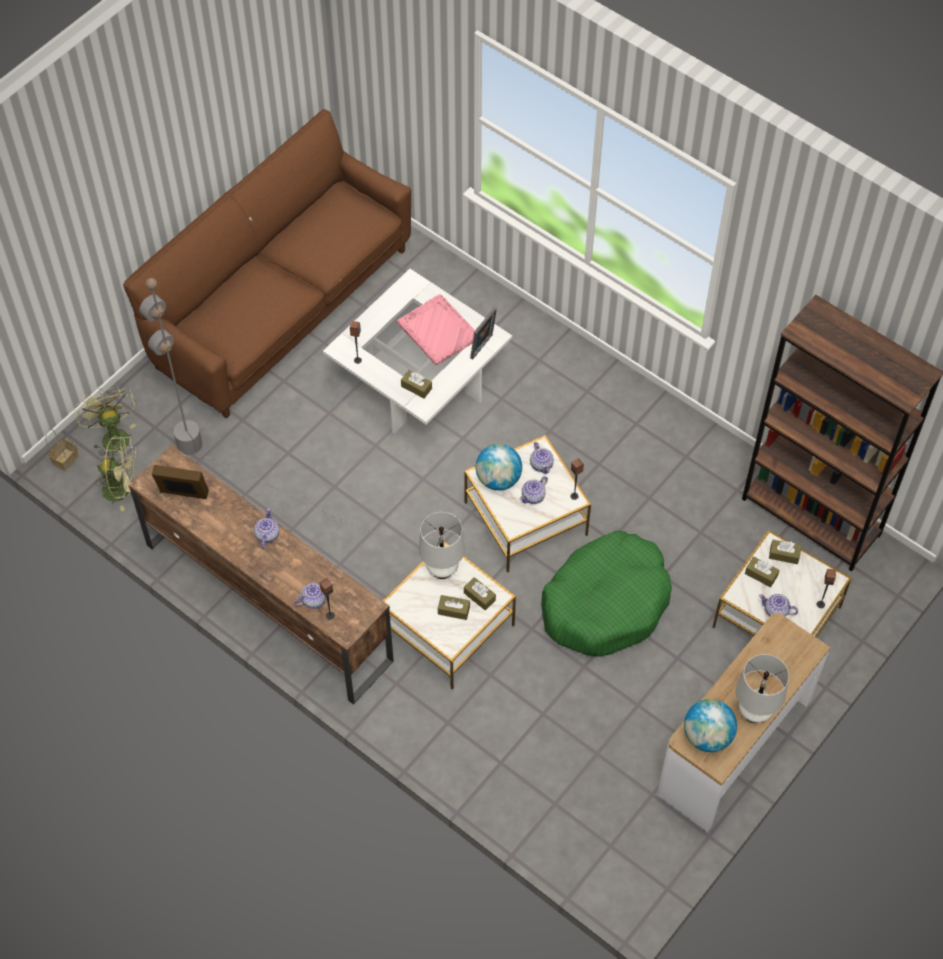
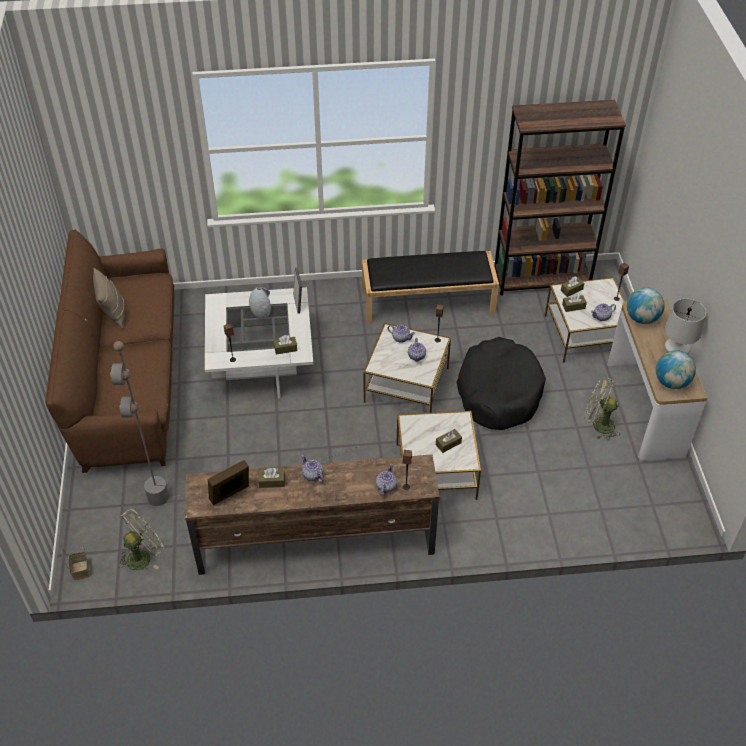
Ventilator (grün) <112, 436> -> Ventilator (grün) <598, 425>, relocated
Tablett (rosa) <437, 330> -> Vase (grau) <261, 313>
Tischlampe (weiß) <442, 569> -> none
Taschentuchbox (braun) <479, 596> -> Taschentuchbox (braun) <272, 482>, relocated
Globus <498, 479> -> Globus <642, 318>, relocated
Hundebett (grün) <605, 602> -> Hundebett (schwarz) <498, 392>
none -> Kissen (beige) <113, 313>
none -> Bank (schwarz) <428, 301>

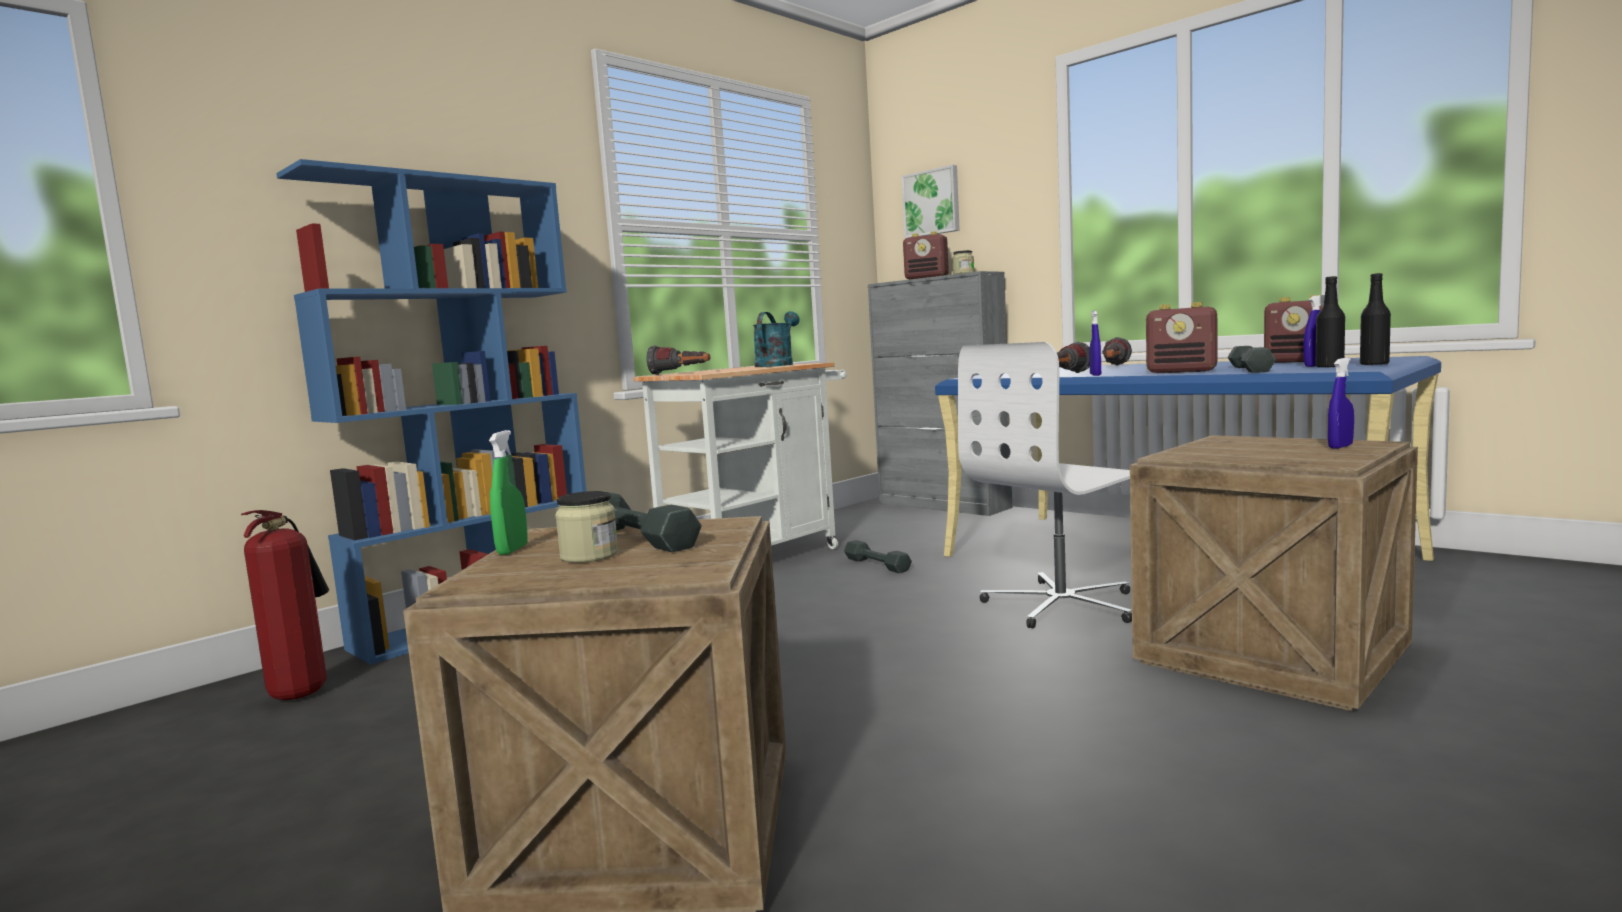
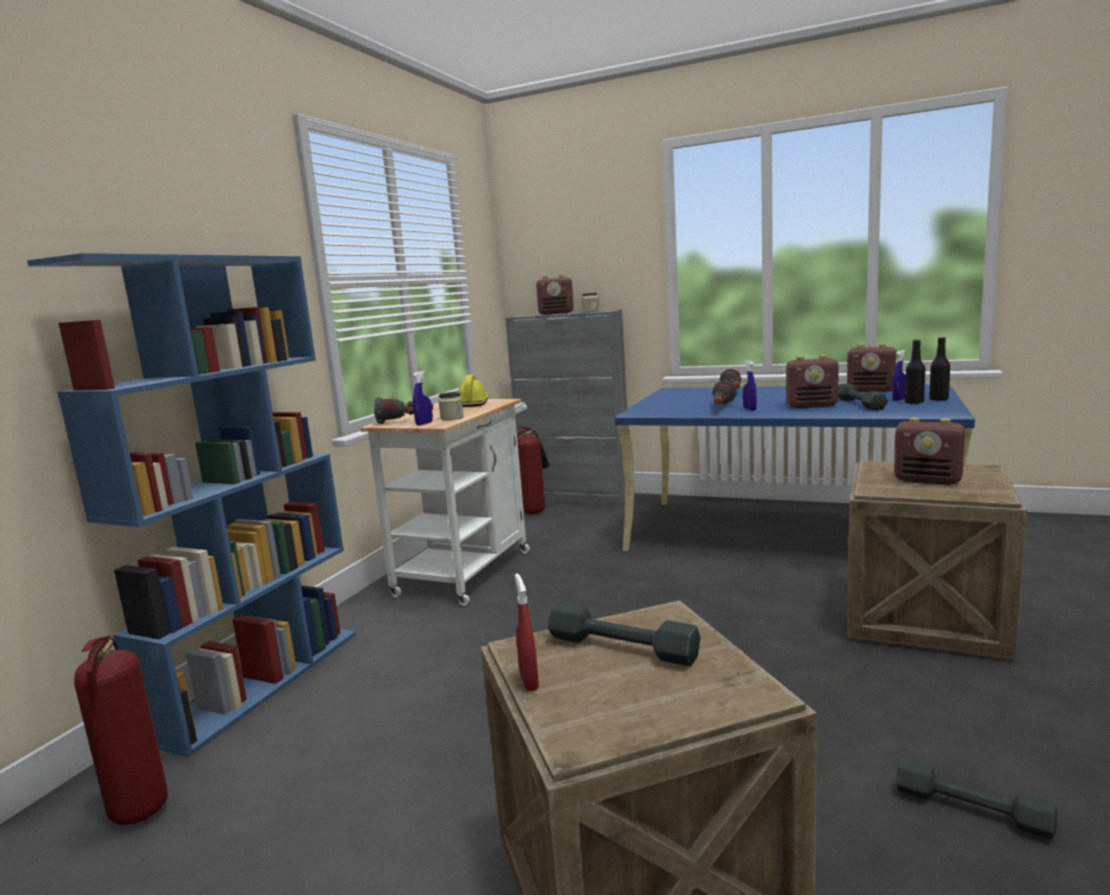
Sprühflasche (grün) <512, 550> -> Sprühflasche (rot) <529, 681>
Vorratsglas <589, 555> -> Vorratsglas <452, 418>, relocated
Gießkanne (türkis) <777, 365> -> Schutzhelm (gelb) <473, 403>
Hantel (grau) <877, 565> -> Hantel (grau) <971, 808>, relocated
Bild <932, 203> -> none
Bürostuhl (weiß) <1062, 605> -> none
Sprühflasche (blau) <1340, 446> -> Sprühflasche (blau) <424, 423>, relocated
none -> Feuerlöscher <535, 511>
none -> Radio <928, 480>

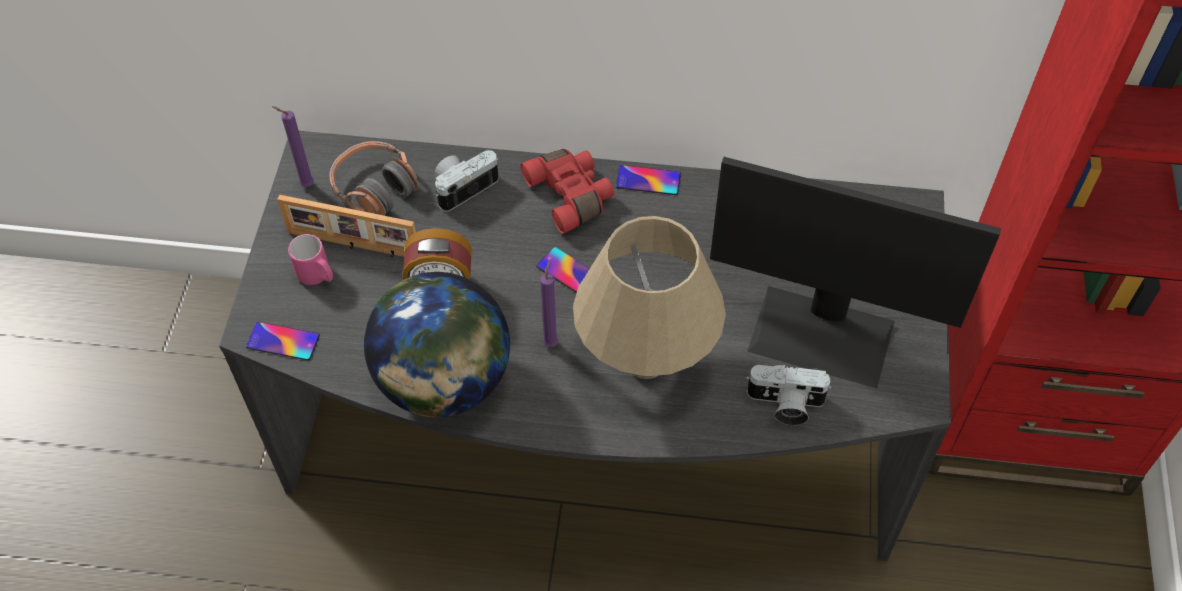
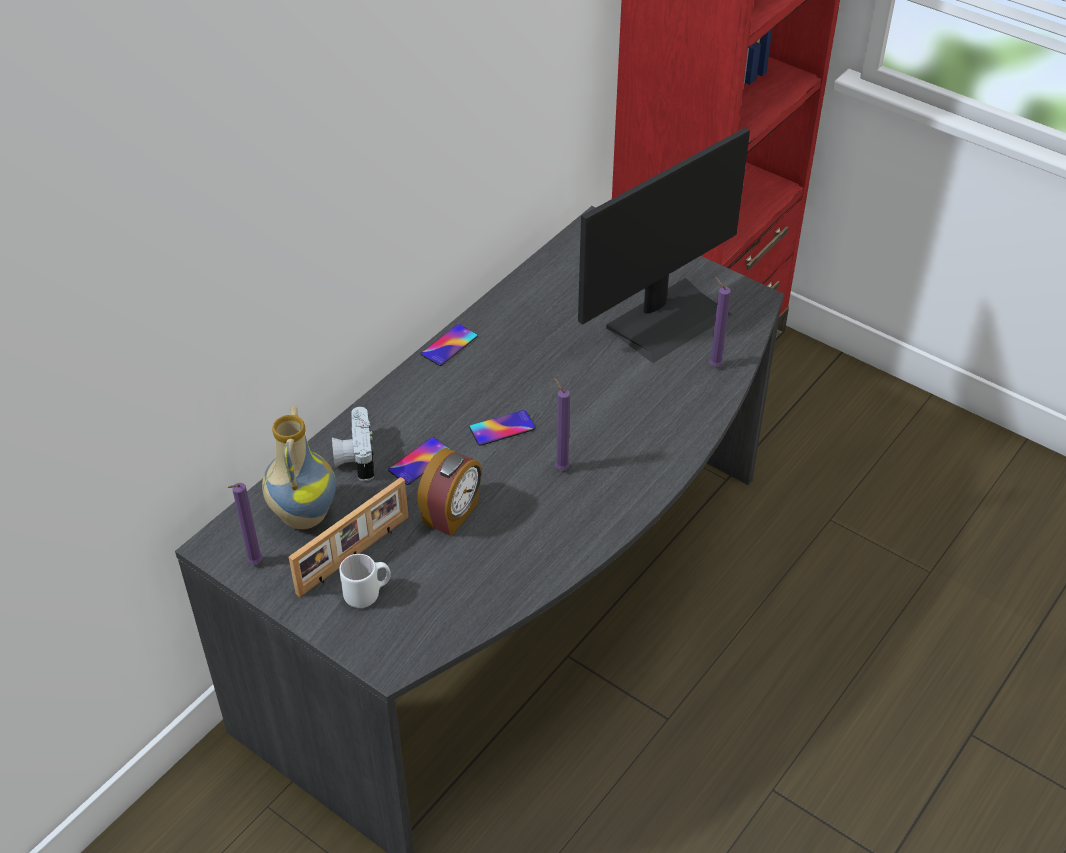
Handy <283, 341> -> Handy <420, 461>, relocated
Henkelbecher (rosa) <317, 276> -> Henkelbecher (weiß) <368, 593>
Kopfhörer <375, 187> -> Vase <302, 515>
Globus <444, 382> -> none
Fernglas (rot) <571, 195> -> none
Tischlampe (beige) <646, 360> -> none
Kamera <785, 405> -> Kerze (lila) <713, 365>

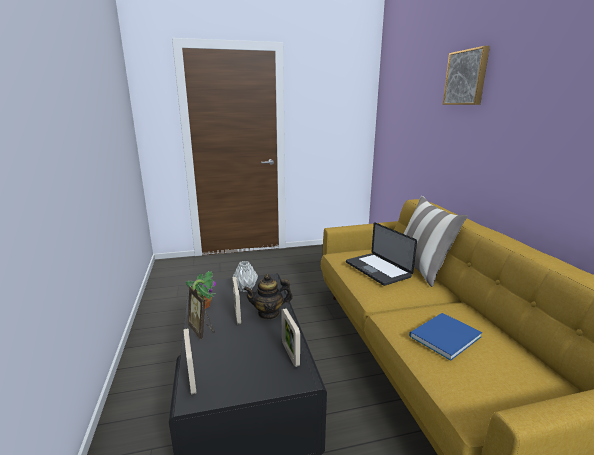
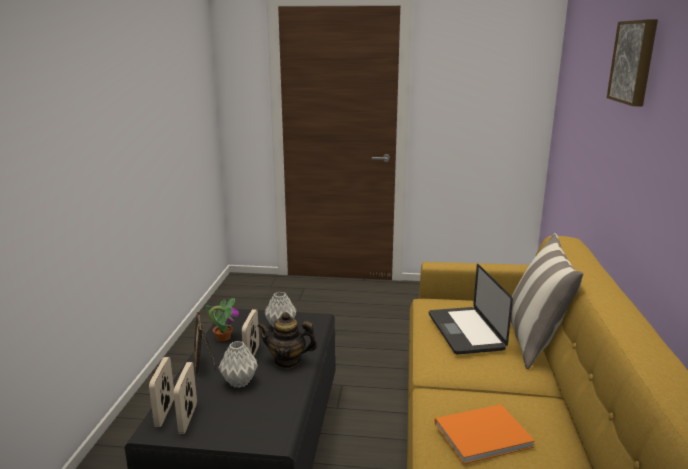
Bilderrahmen <290, 354> -> Bilderrahmen <188, 418>, relocated
Buch (blau) <442, 336> -> Buch (orange) <479, 434>
none -> Vase (grau) <240, 382>

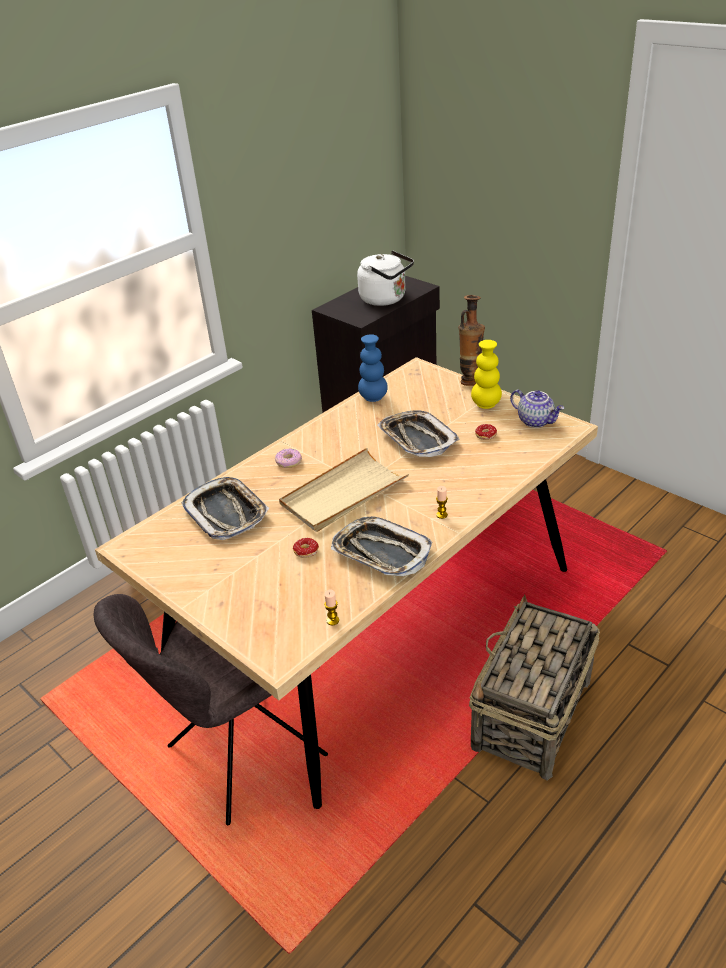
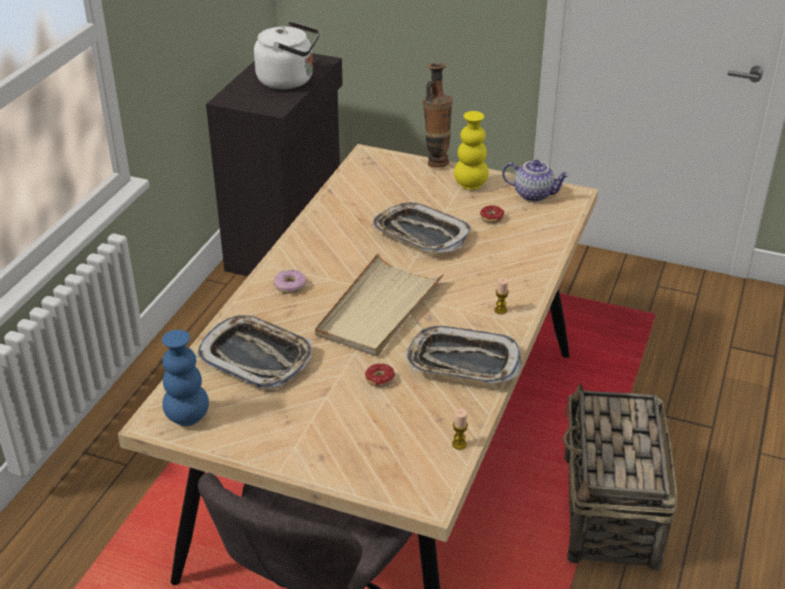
Vase (blau) <373, 398> -> Vase (blau) <187, 417>, relocated

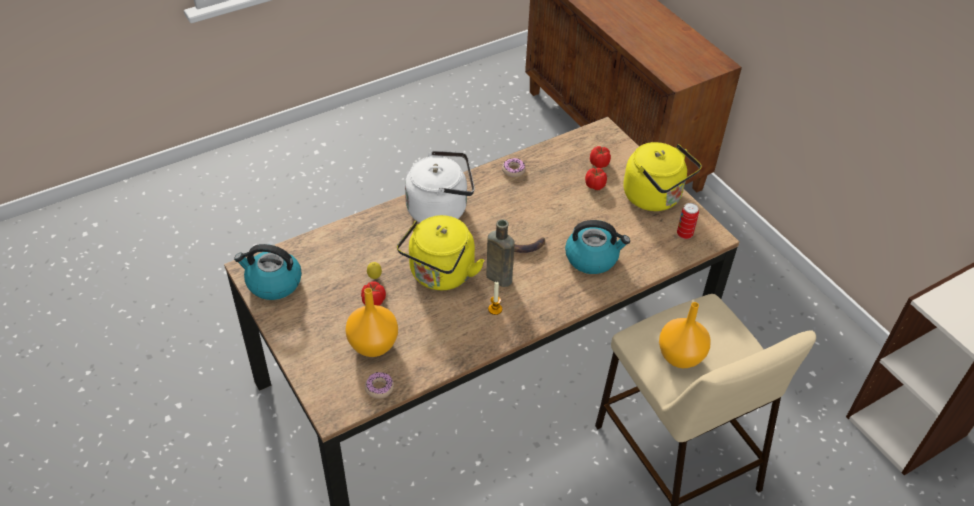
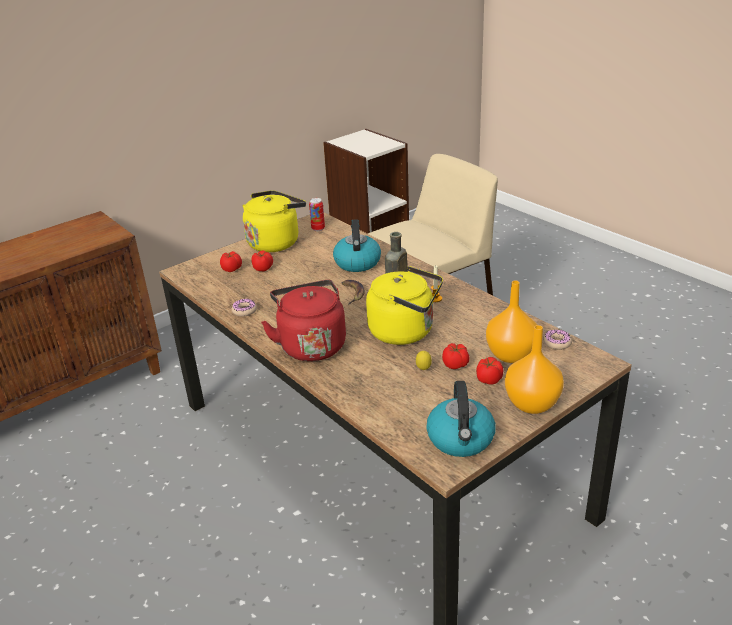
Wasserkessel (weiß) <441, 209> -> Wasserkessel (rot) <311, 345>
Vase (orange) <681, 356> -> Vase (orange) <531, 403>, relocated
none -> Tomate <488, 380>

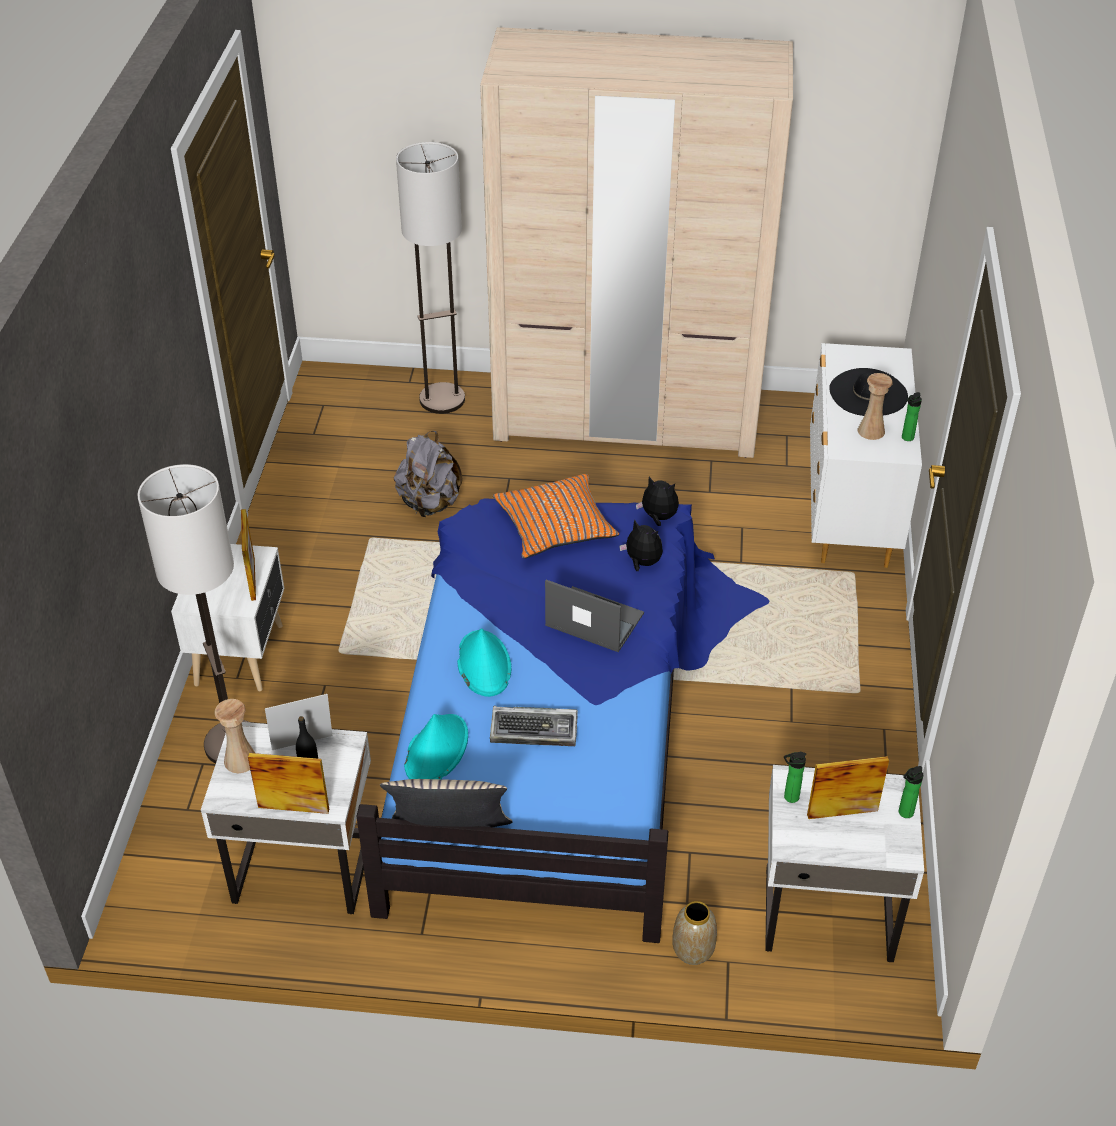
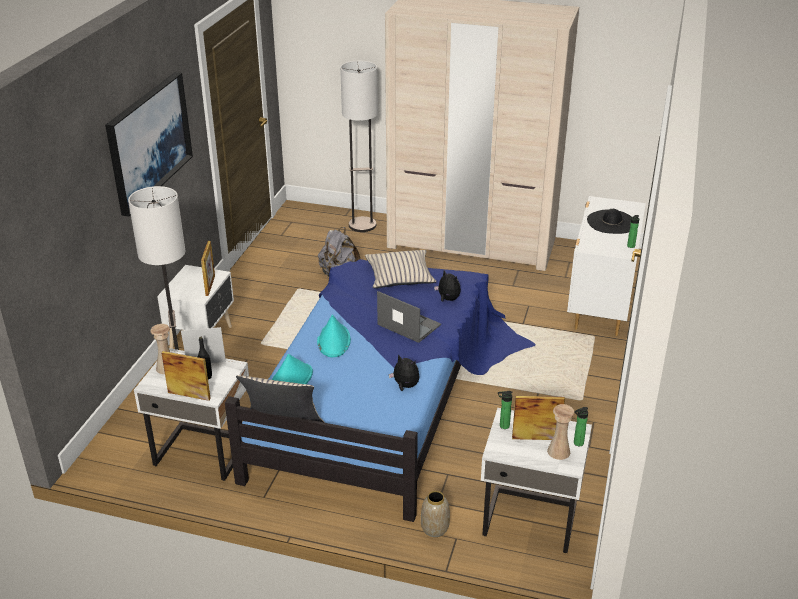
Tastatur <535, 730> -> none
Kissen (orange) <555, 526> -> Kissen (beige) <400, 276>
Plüschtier <658, 518> -> Plüschtier <405, 386>, relocated
Vase (beige) <871, 431> -> Vase (beige) <558, 451>, relocated
none -> Bild <148, 141>

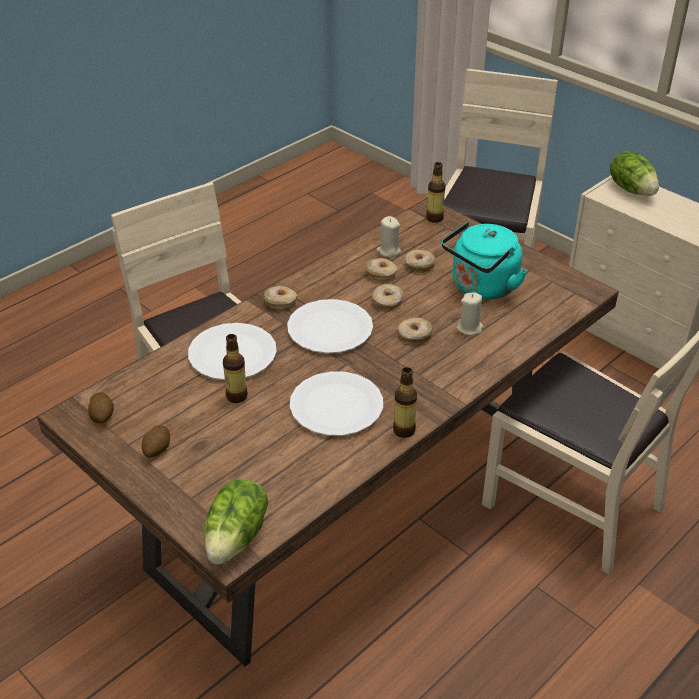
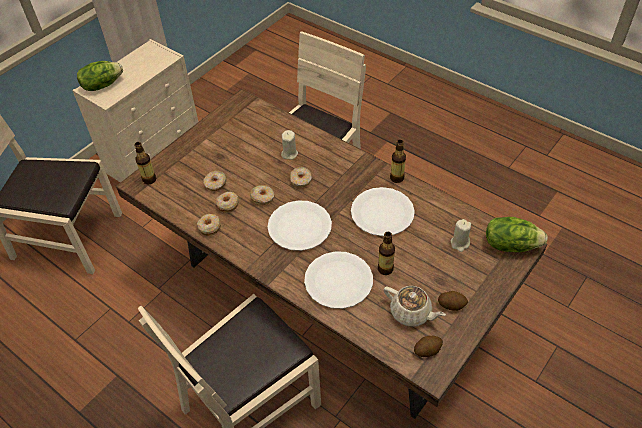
Donut <280, 302> -> Donut <209, 227>, relocated
Kerze (beige) <388, 251> -> Kerze (beige) <460, 243>, relocated
Wasserkessel (türkis) <482, 288> -> none
none -> Teekanne (beige) <411, 313>

